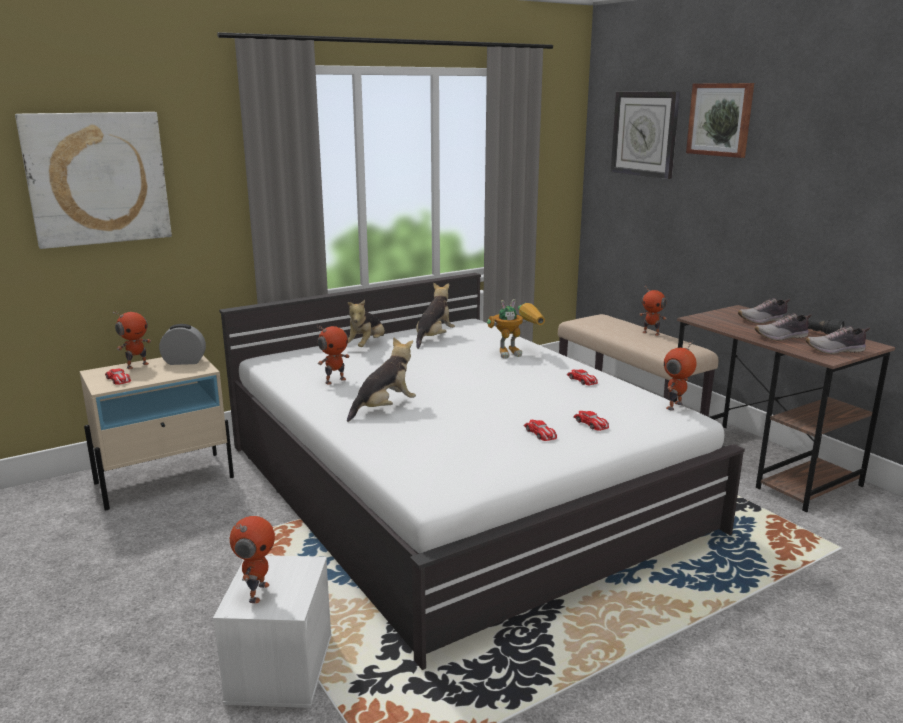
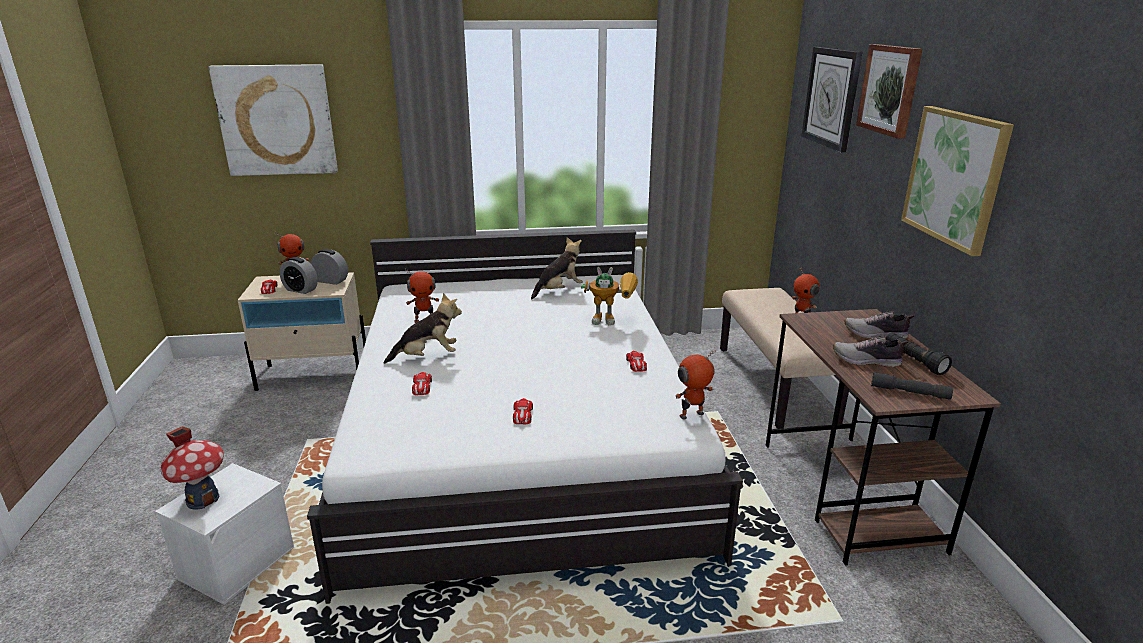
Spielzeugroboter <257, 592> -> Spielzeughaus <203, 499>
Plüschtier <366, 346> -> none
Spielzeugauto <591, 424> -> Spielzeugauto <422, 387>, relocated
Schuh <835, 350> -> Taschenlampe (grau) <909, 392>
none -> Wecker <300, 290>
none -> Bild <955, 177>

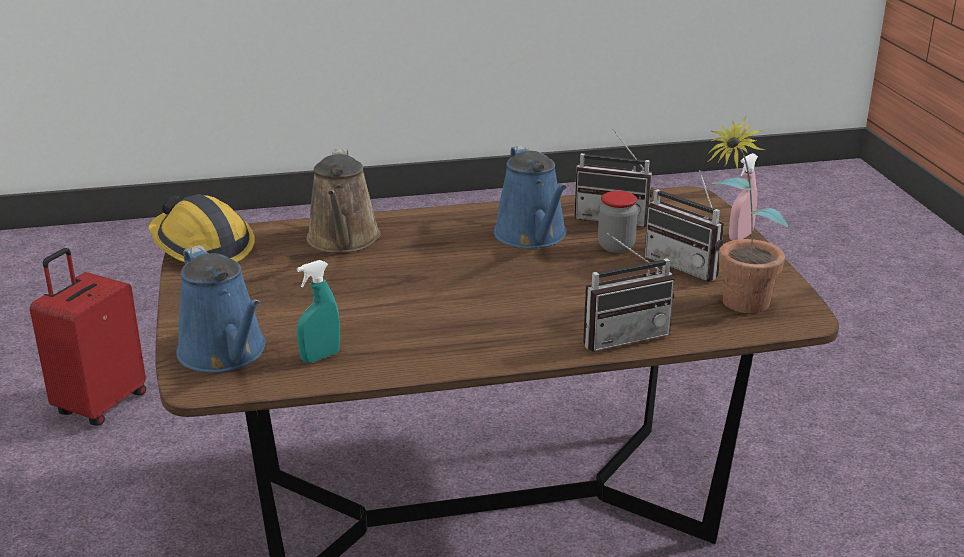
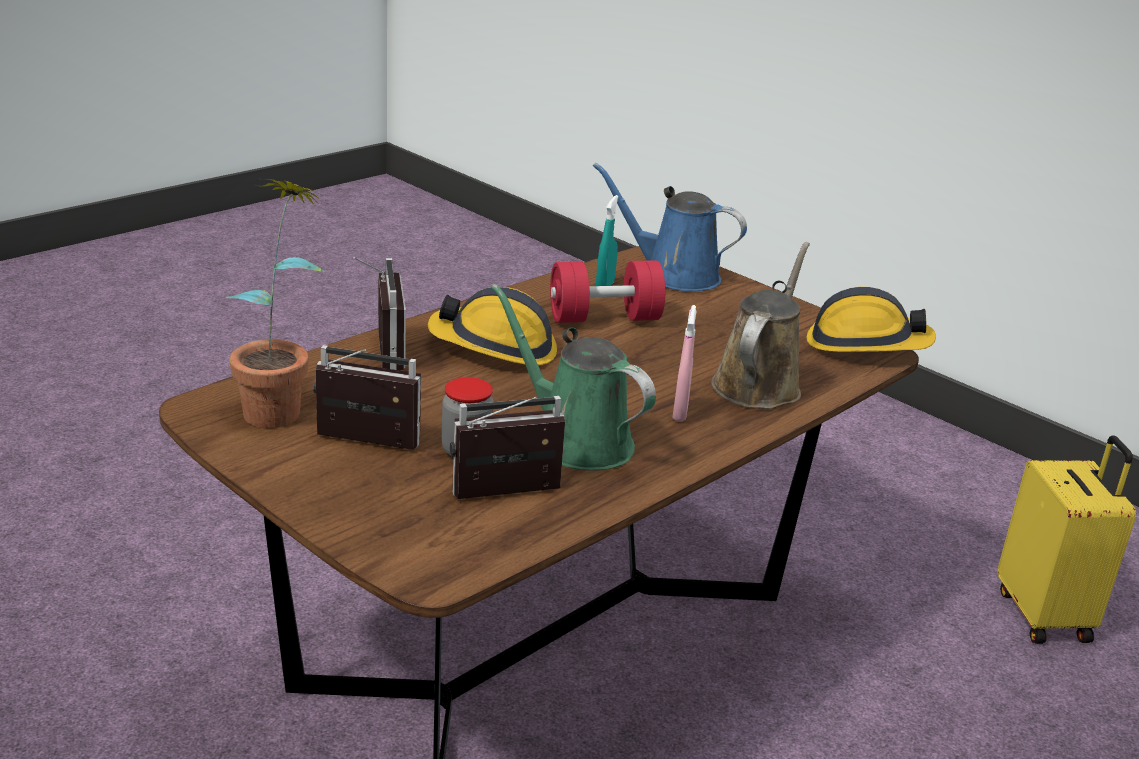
Koffer (rot) <100, 404> -> Koffer (gelb) <1045, 615>
Gießkanne (braun) <343, 240> -> Gießkanne (braun) <758, 384>, 60 degrees clockwise
Gießkanne (blau) <533, 236> -> Gießkanne (grün) <576, 441>
Radio <622, 335> -> Radio <379, 352>, 135 degrees clockwise
Sprühflasche (rosa) <740, 237> -> Sprühflasche (rosa) <680, 413>, relocated
none -> Schutzhelm <494, 347>
none -> Hantel (rot) <604, 318>

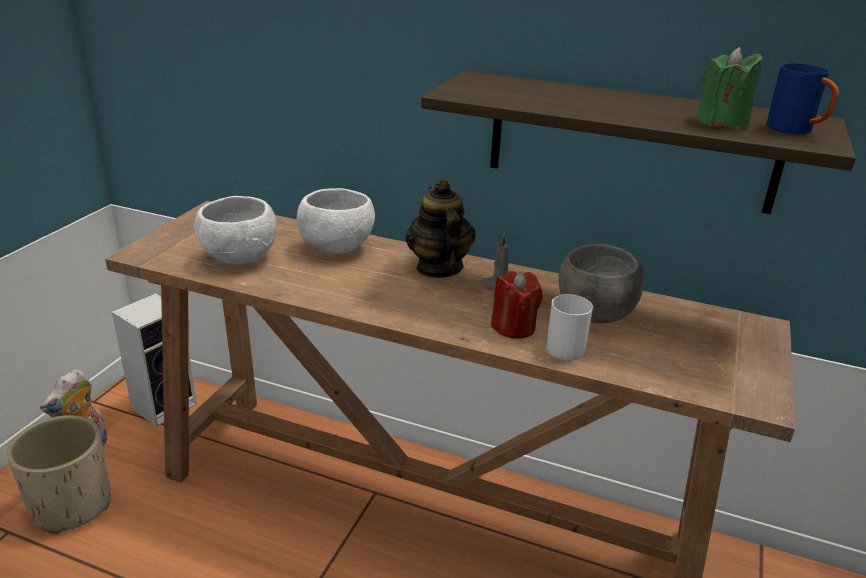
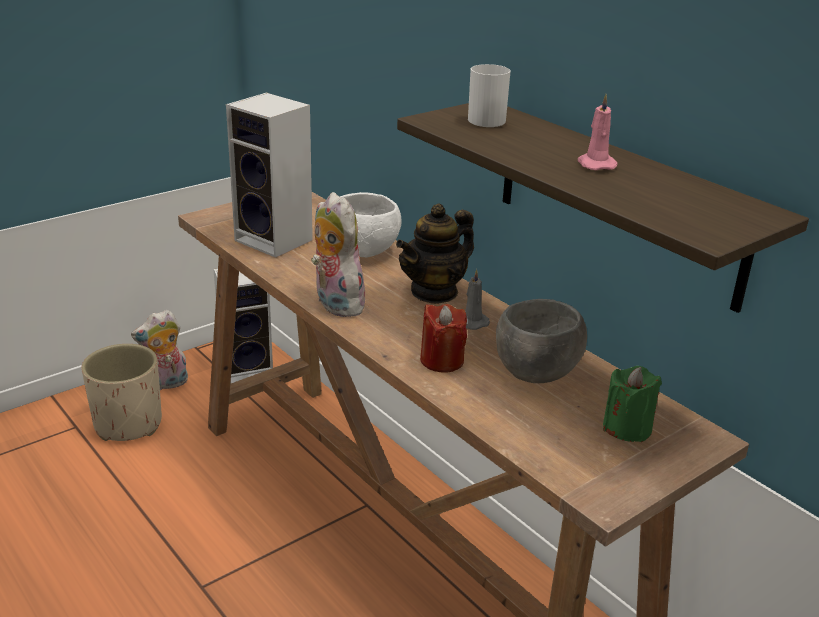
Schüssel (weiß) <241, 258> -> Lautsprecher <277, 240>
Teekanne <438, 268> -> Teekanne <434, 292>, 150 degrees counterclockwise
Henkelbecher (weiß) <562, 345> -> Henkelbecher (weiß) <488, 119>, relocated
Kerze (grün) <721, 122> -> Kerze (grün) <627, 428>, relocated
Henkelbecher (blau) <796, 130> -> none
none -> Plüschtier <335, 304>
none -> Kerze (rosa) <595, 164>

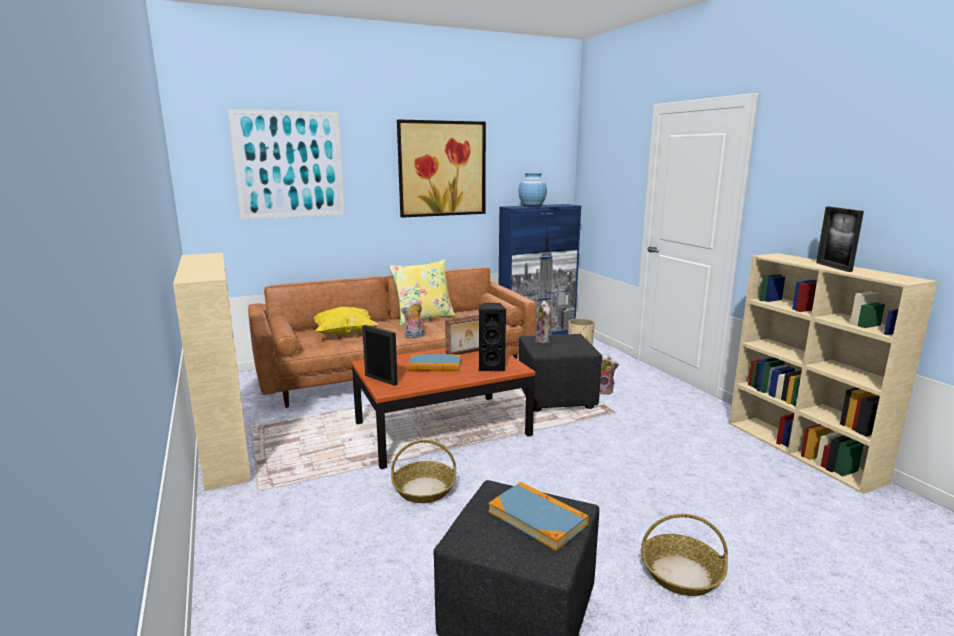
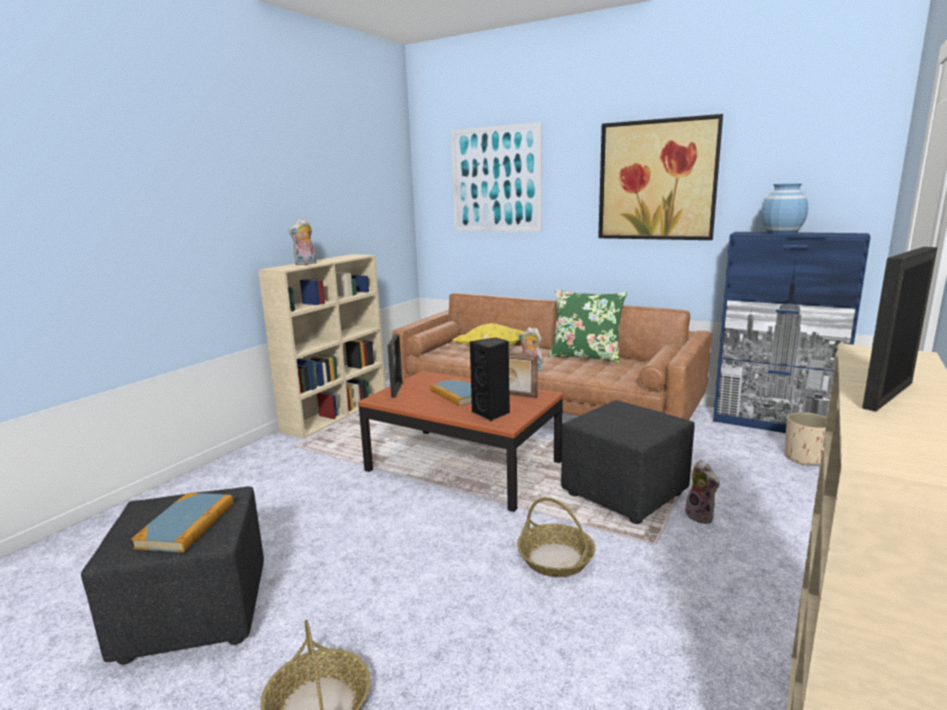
Kissen (gelb) <423, 318> -> Kissen (grün) <586, 356>
Korb <424, 489> -> Korb <555, 559>, relocated
Plüschtier <544, 341> -> Plüschtier <306, 264>, relocated

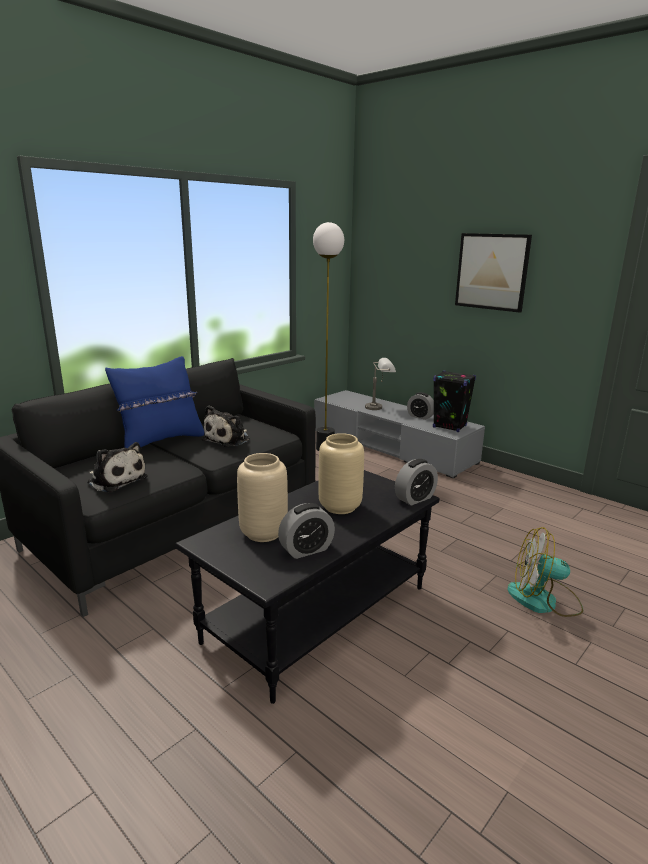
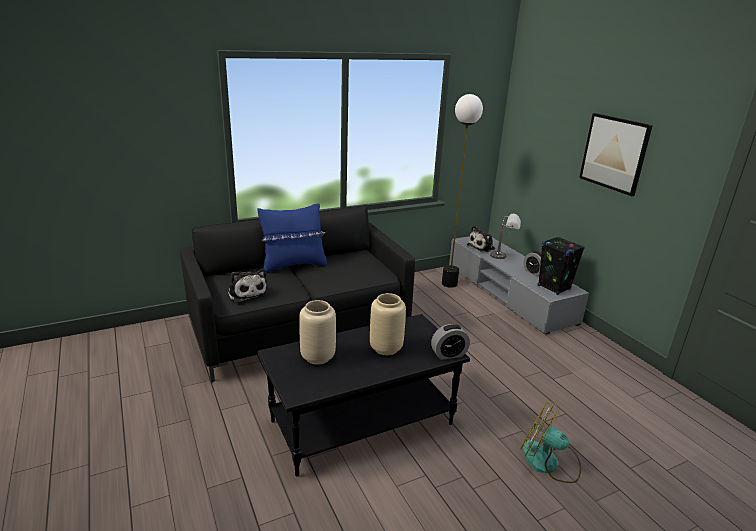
Plüschtier <228, 439> -> Plüschtier <482, 247>, relocated
Wecker <306, 550> -> none

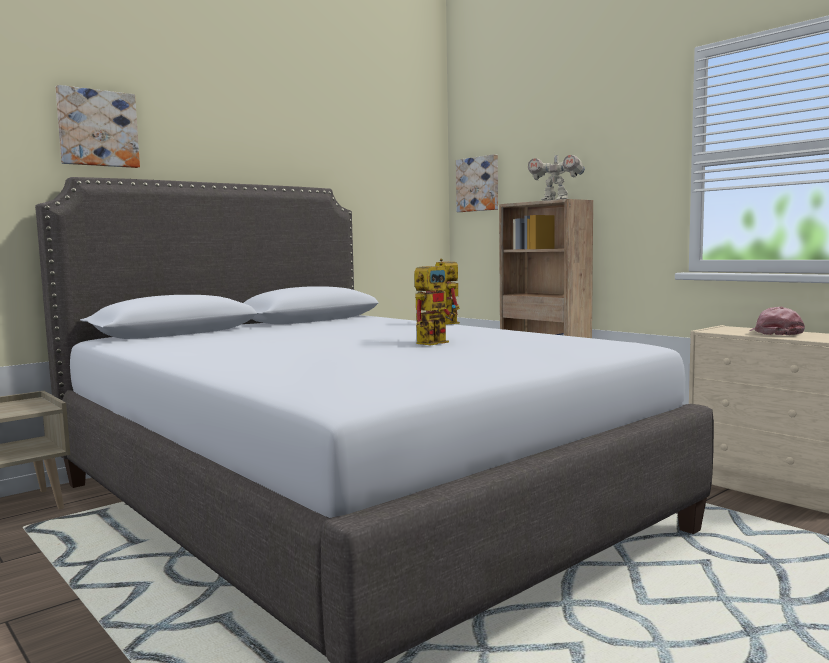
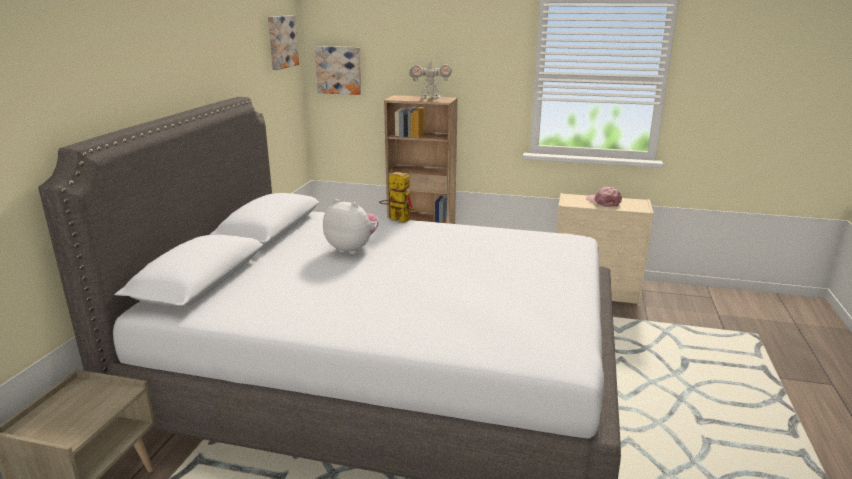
Bild <97, 128> -> Bild <281, 42>, relocated
Spielzeugroboter <435, 342> -> none
none -> Plüschtier <352, 249>

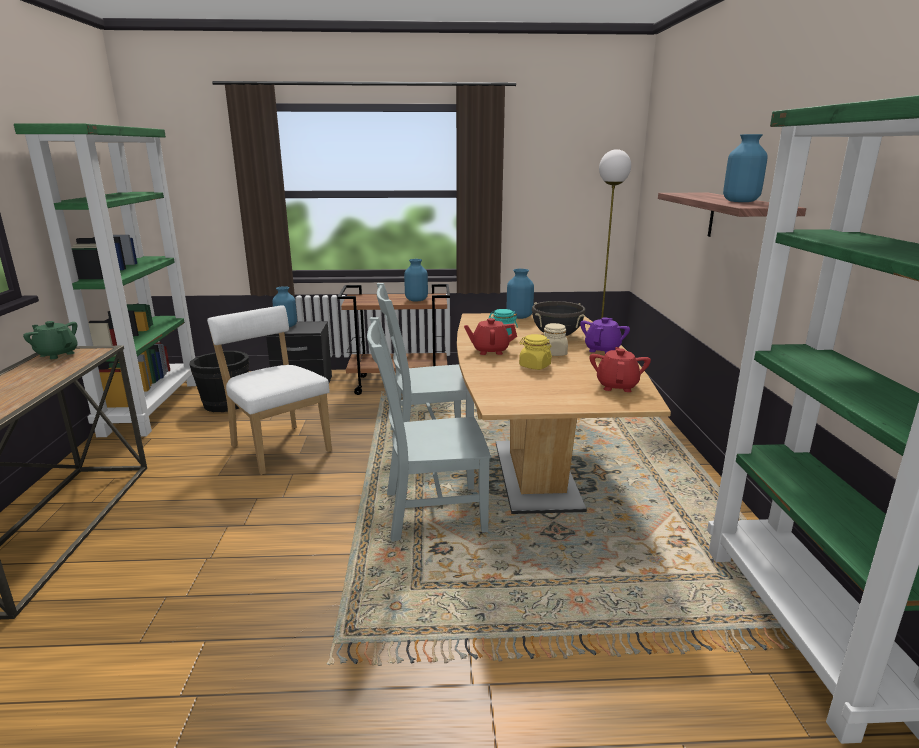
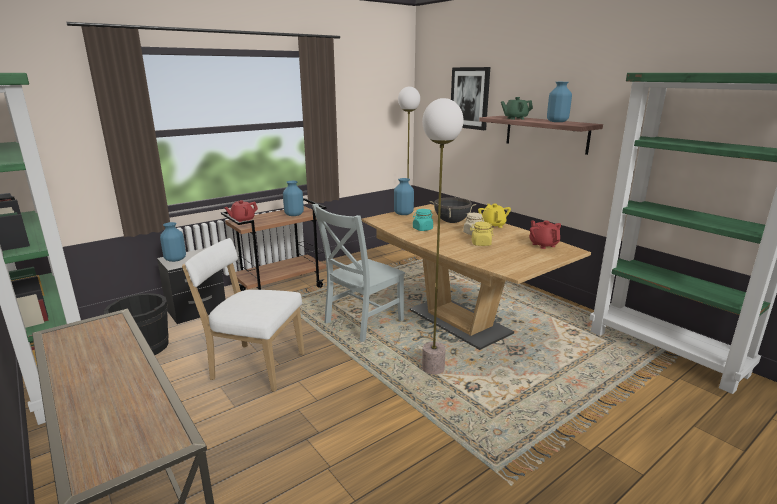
Teekanne (grün) <57, 354> -> Teekanne (grün) <515, 118>, relocated
Stuhl (grau) <429, 512> -> Stehlampe <432, 368>
Teekanne (rot) <490, 351> -> Teekanne (rot) <242, 220>, relocated
Teekanne (lila) <602, 350> -> Teekanne (gelb) <493, 225>
none -> Bild <470, 98>

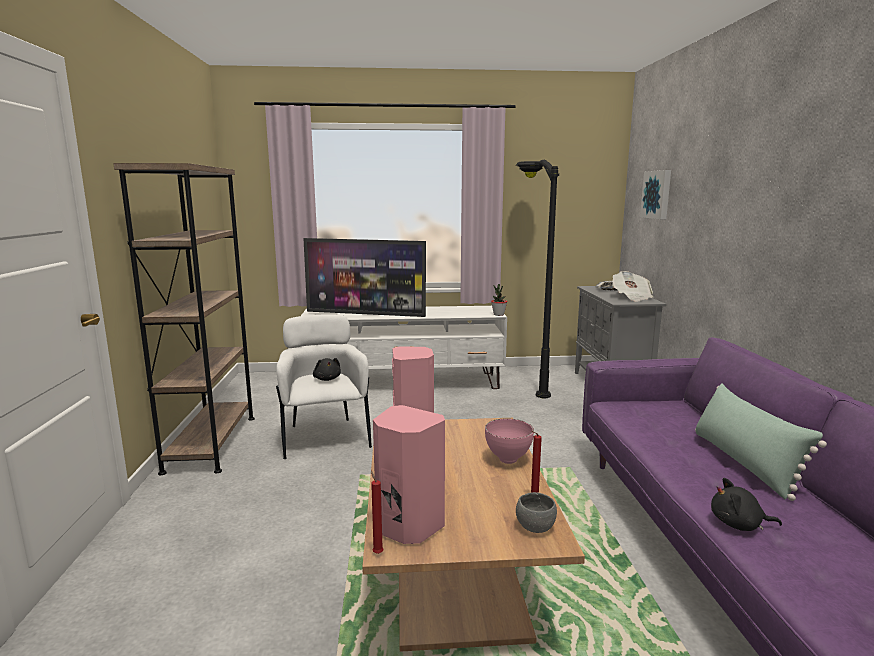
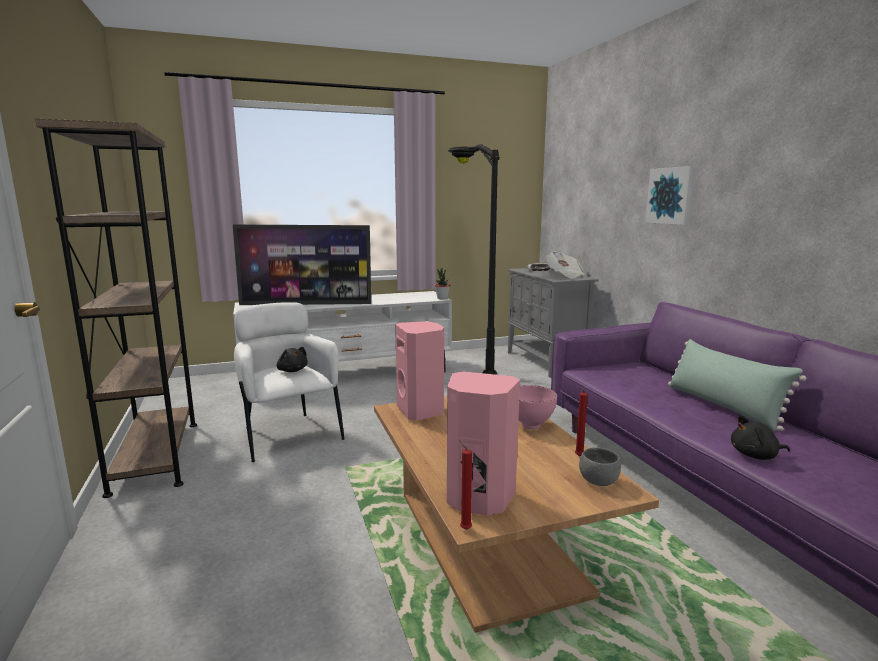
Bild <657, 194> -> Bild <671, 195>, relocated

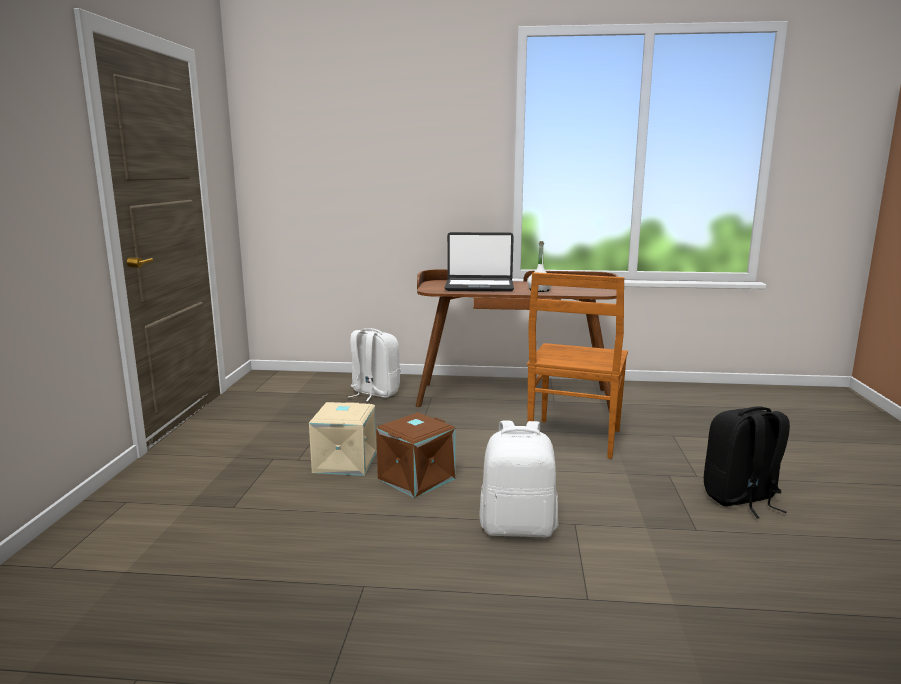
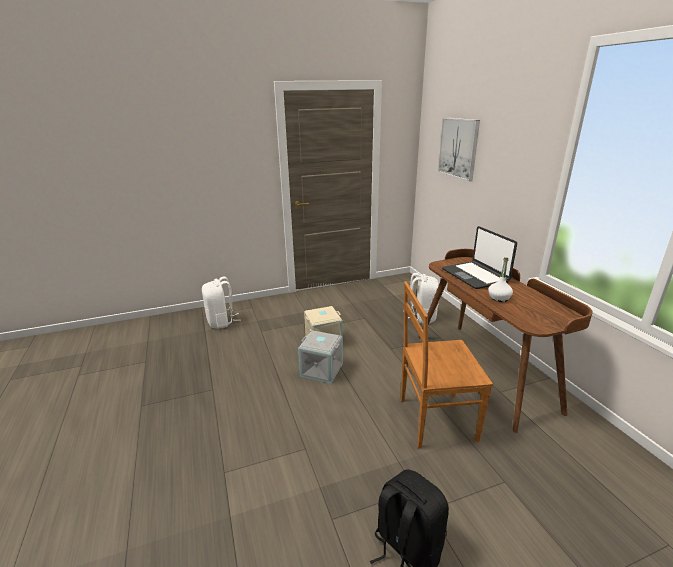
Aufbewahrungsbox (braun) <416, 478> -> Aufbewahrungsbox (grau) <322, 369>
Rucksack (weiß) <518, 527> -> Rucksack (weiß) <221, 321>, relocated
none -> Bild <458, 148>

